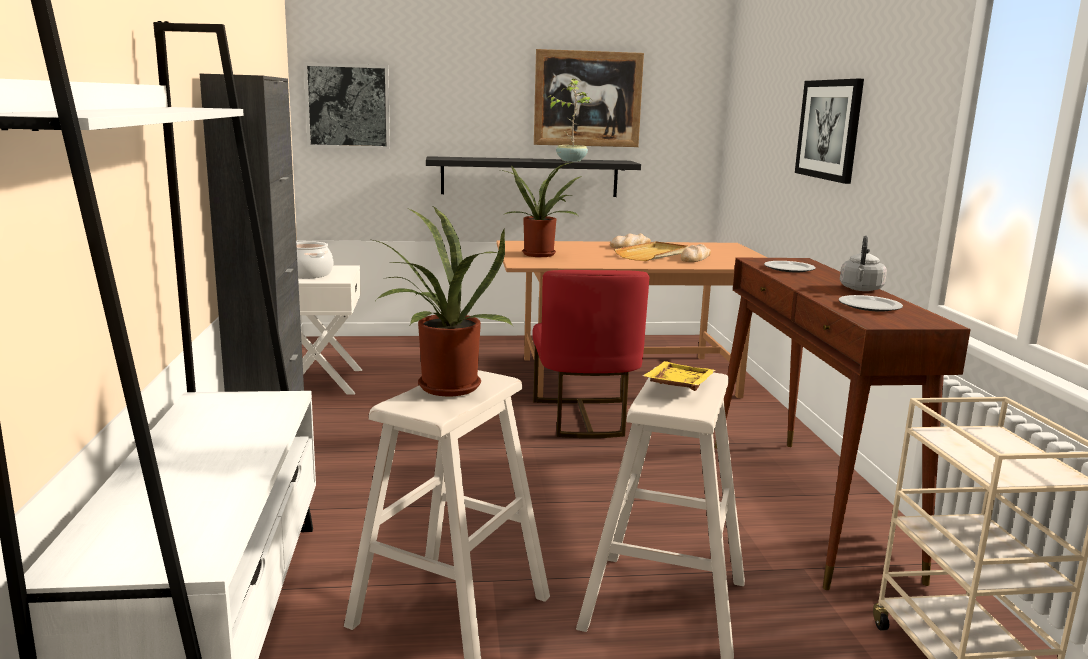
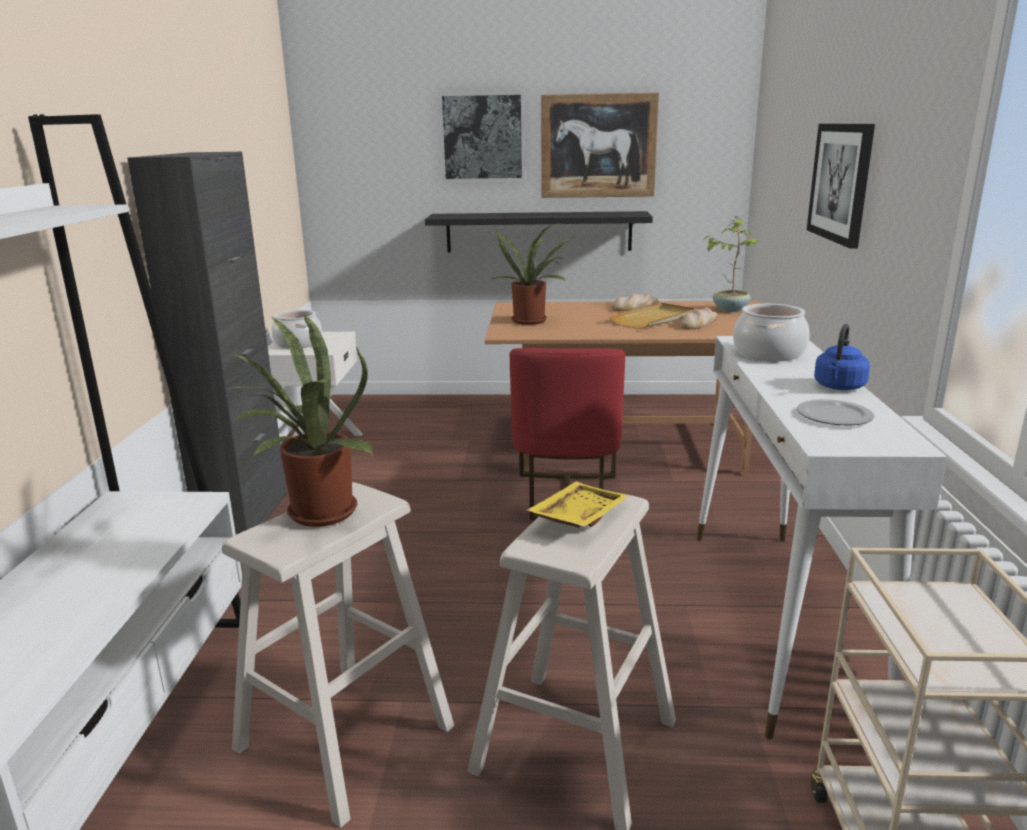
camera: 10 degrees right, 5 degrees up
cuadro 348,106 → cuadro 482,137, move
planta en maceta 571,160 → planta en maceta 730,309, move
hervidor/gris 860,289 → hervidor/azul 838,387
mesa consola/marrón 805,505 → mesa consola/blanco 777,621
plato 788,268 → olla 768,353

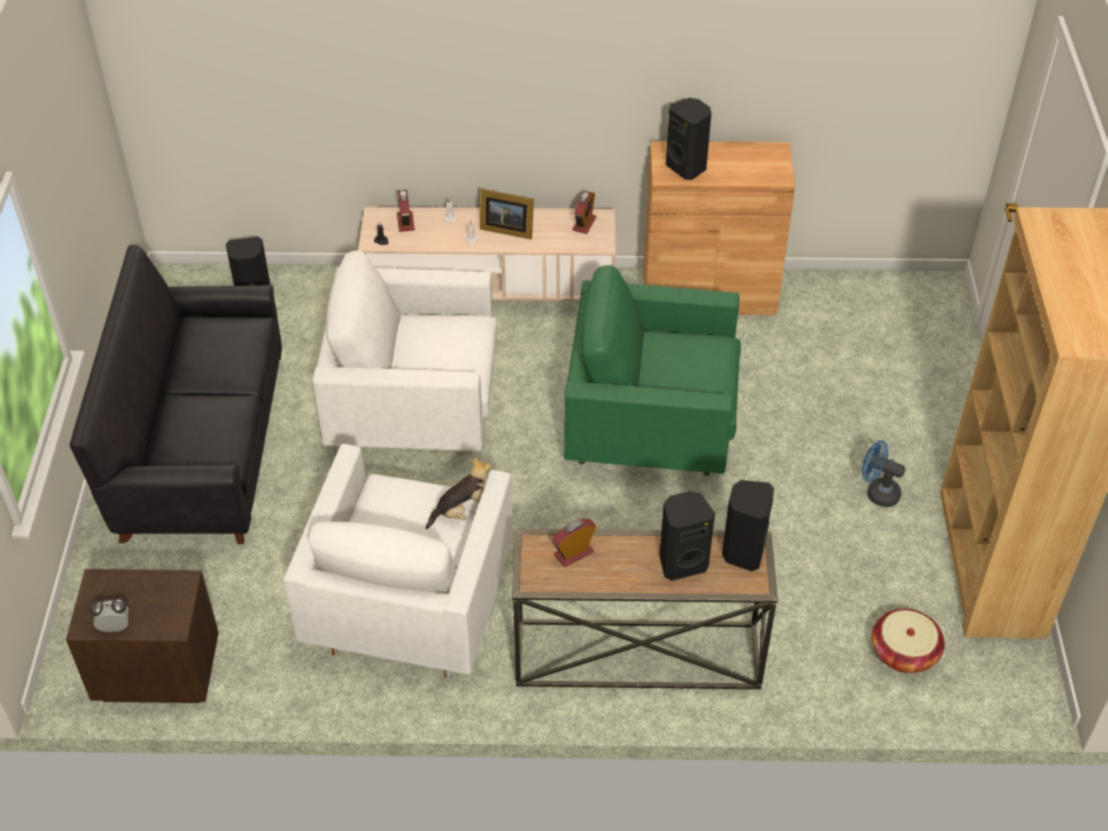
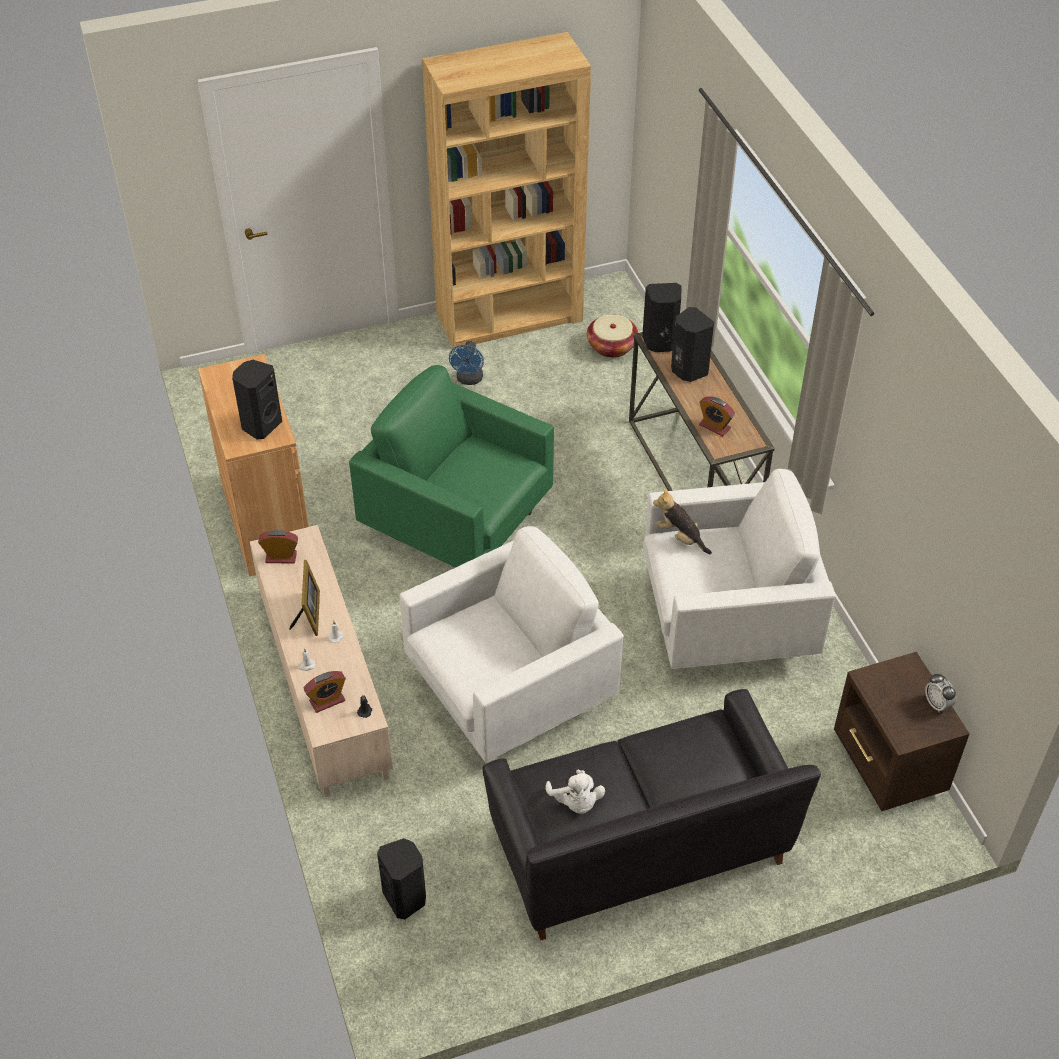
camera: 110 degrees left, 0 degrees up
sillón/blanco 415,409 → sillón/blanco 510,692, 105 degrees counterclockwise
sillón/verde 650,427 → sillón/verde 458,522, 135 degrees clockwise
- → peluche/blanco 576,802

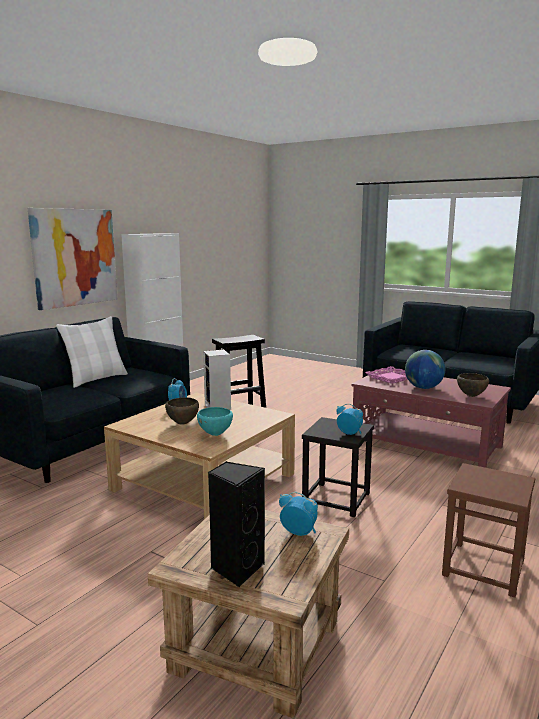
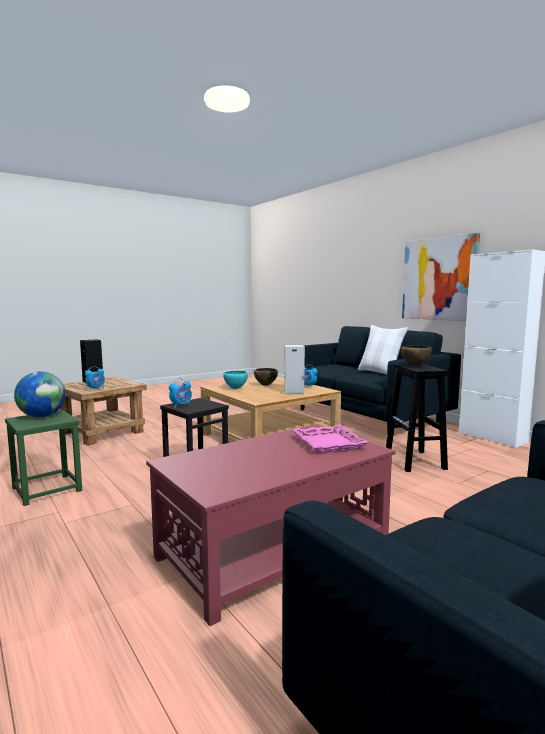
camera: 110 degrees right, 5 degrees down
globo terráqueo 423,388 → globo terráqueo 42,416, move
cuenco/marrón 471,396 → cuenco/marrón 415,366, move
taburete/marrón 483,568 → taburete/verde 47,489

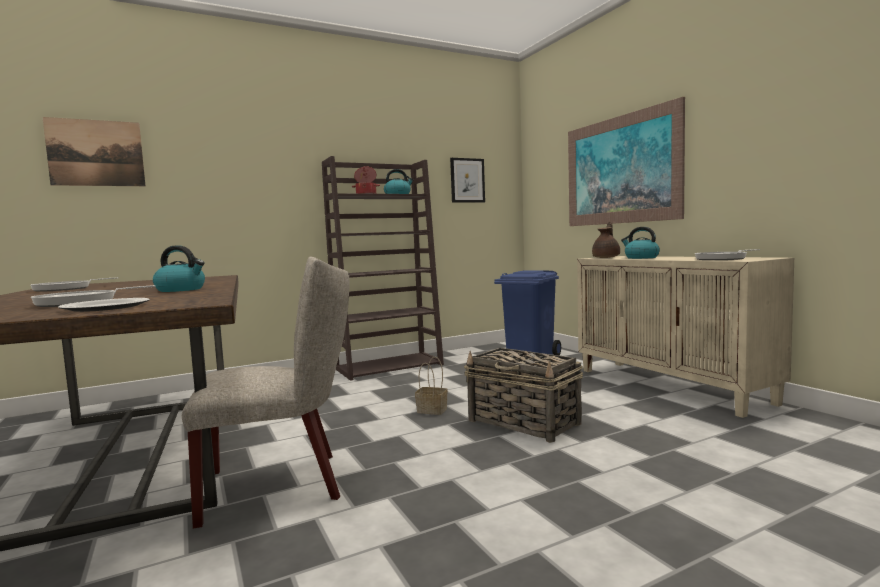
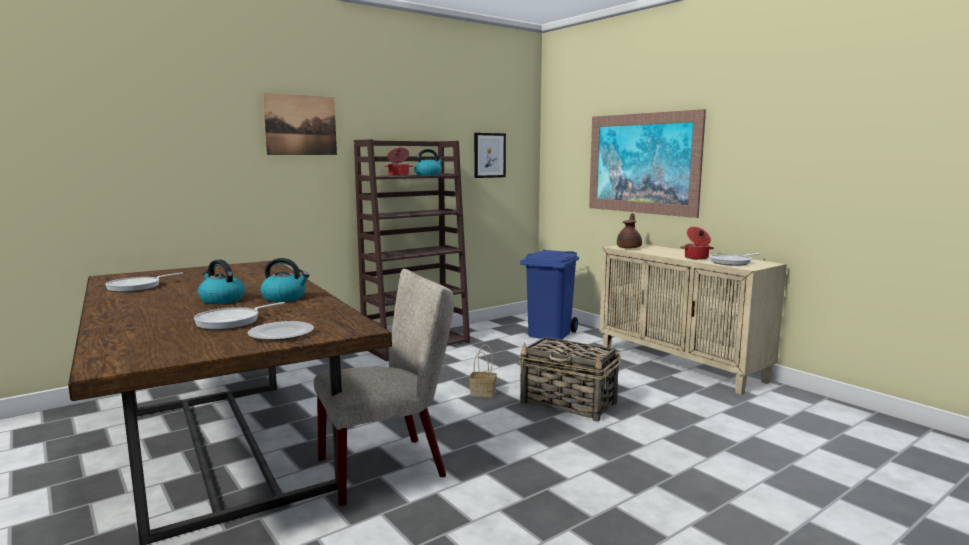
camera: 10 degrees left, 5 degrees up
cuadro 96,153 → cuadro 301,125, move
hervidor 641,258 → hervidor 221,300, move
- → olla 696,258

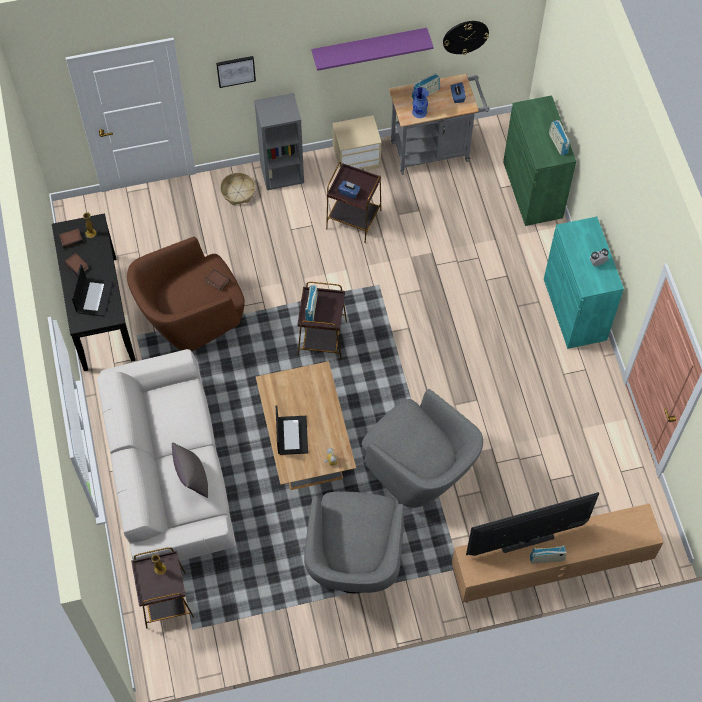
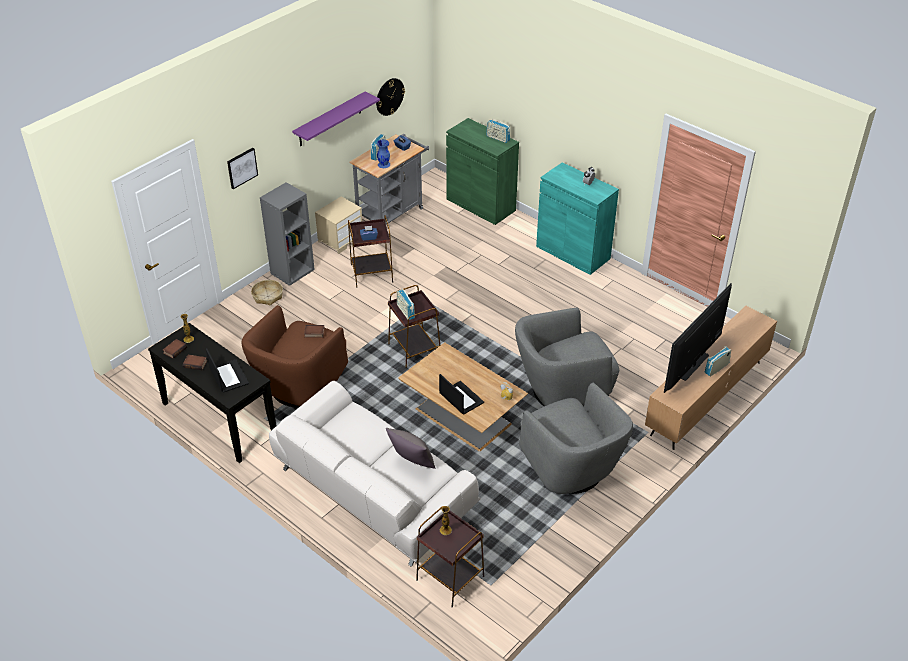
camera: 35 degrees left, 20 degrees down
sillón/gris 419,471 → sillón/gris 562,391, 150 degrees clockwise

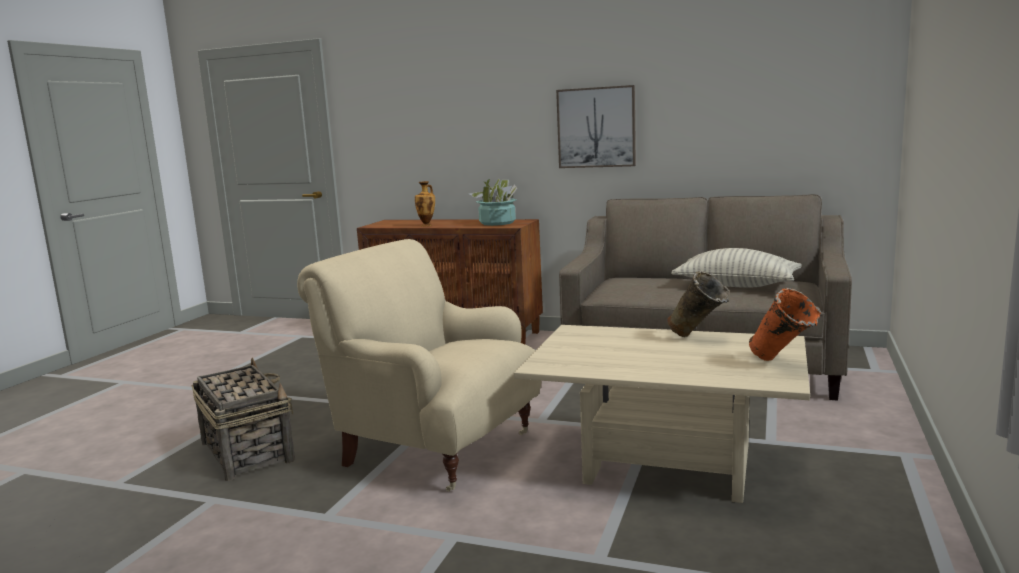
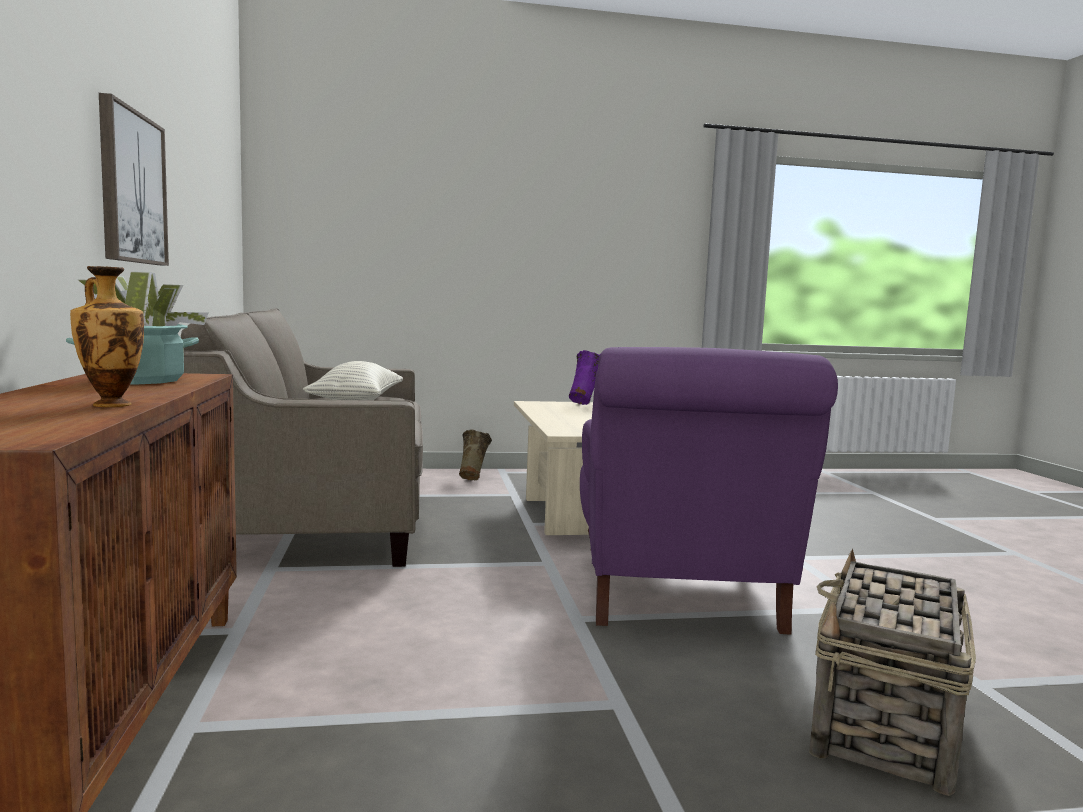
camera: 120 degrees left, 5 degrees down
sillón/beis 435,448 → sillón/morado 679,596
florero/beis 698,338 → florero/beis 473,478, move
florero/naranja 783,363 → florero/morado 585,403

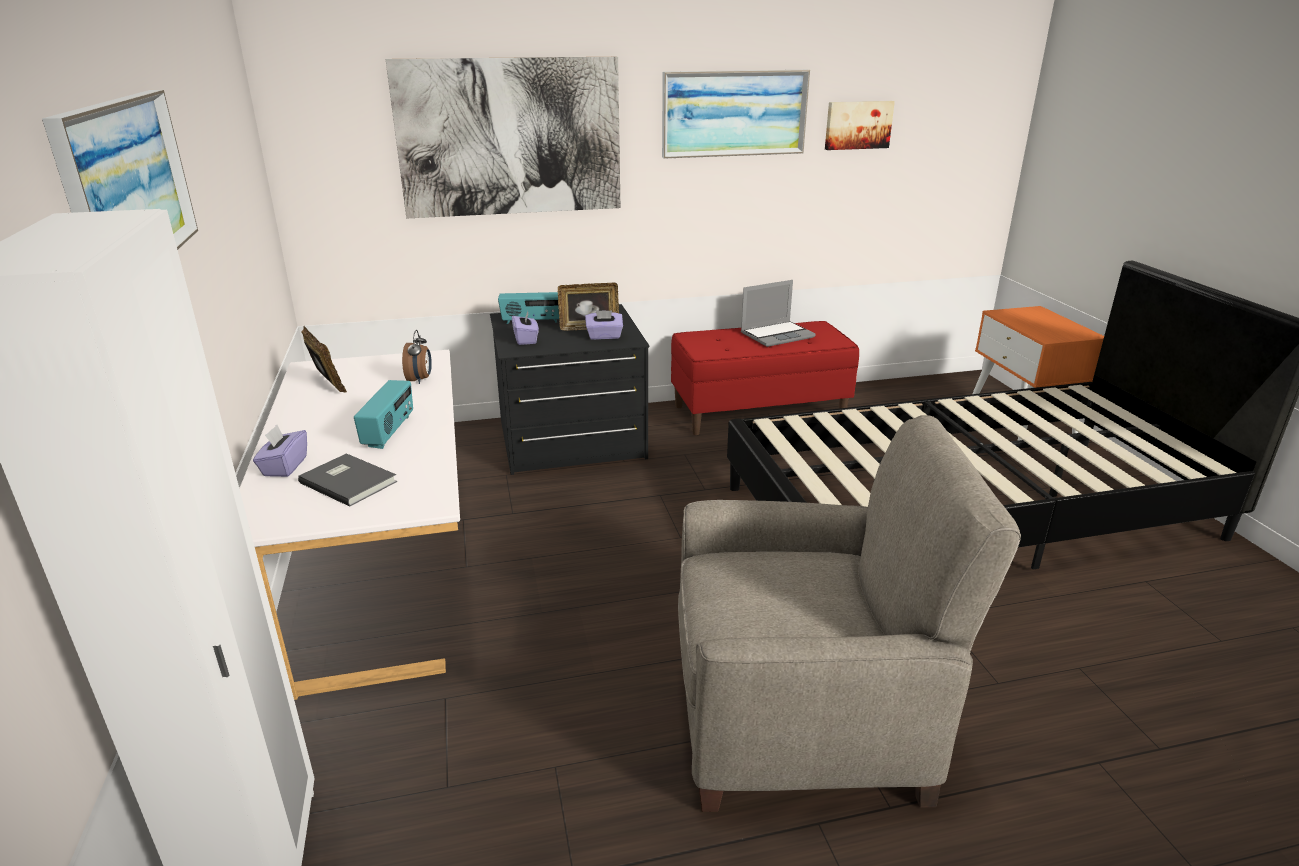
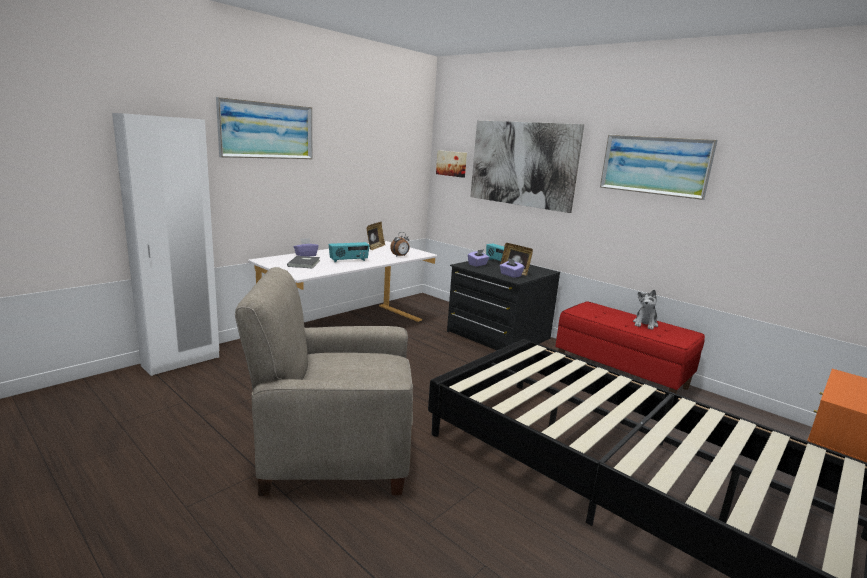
camera: 55 degrees right, 10 degrees down
cuadro 857,125 → cuadro 452,163, move
portátil 777,335 → peluche 645,324
sillón/beis 801,717 → sillón/beis 335,451, 120 degrees clockwise

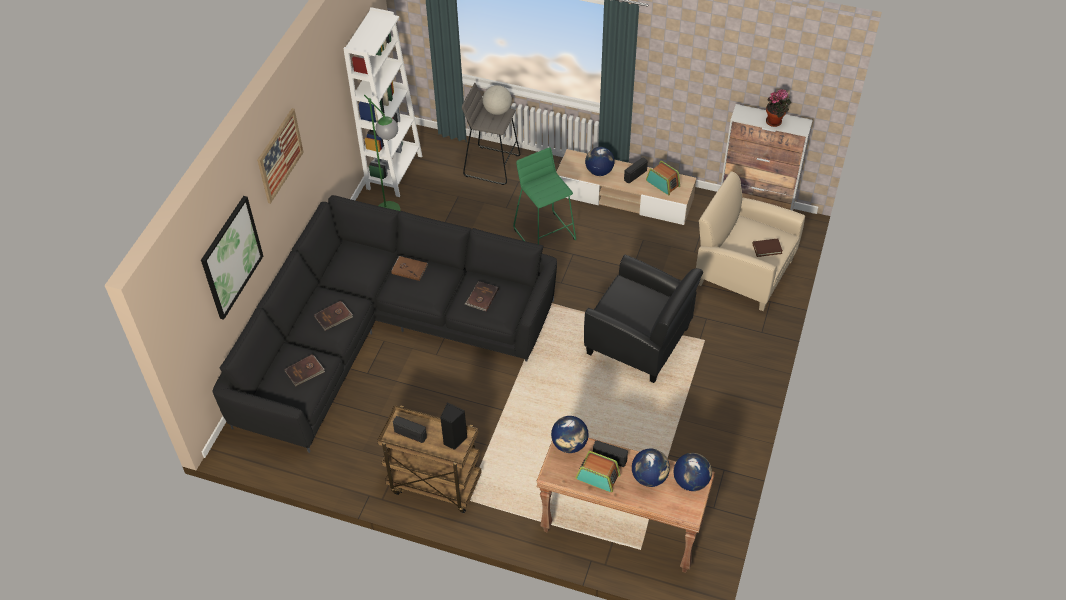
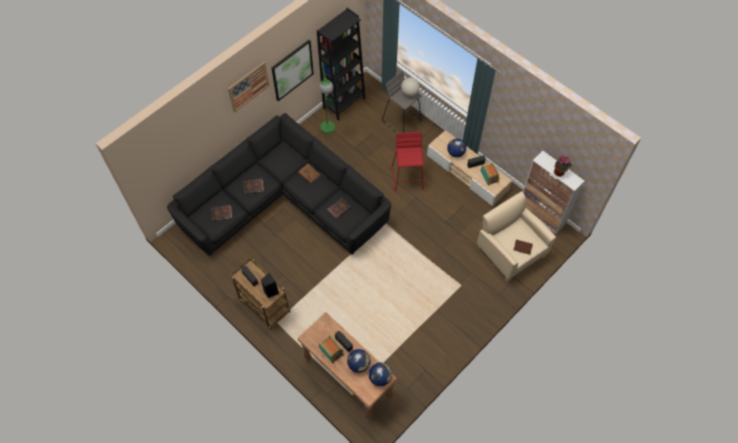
camera: 25 degrees right, 10 degrees up
estantería/blanco 394,172 → estantería/negro 344,103
taburete/verde 545,234 → taburete/rojo 408,178
cuadro 231,257 → cuadro 292,70, move
sillón/negro 639,341 → -
globo terráqueo 569,444 → -

